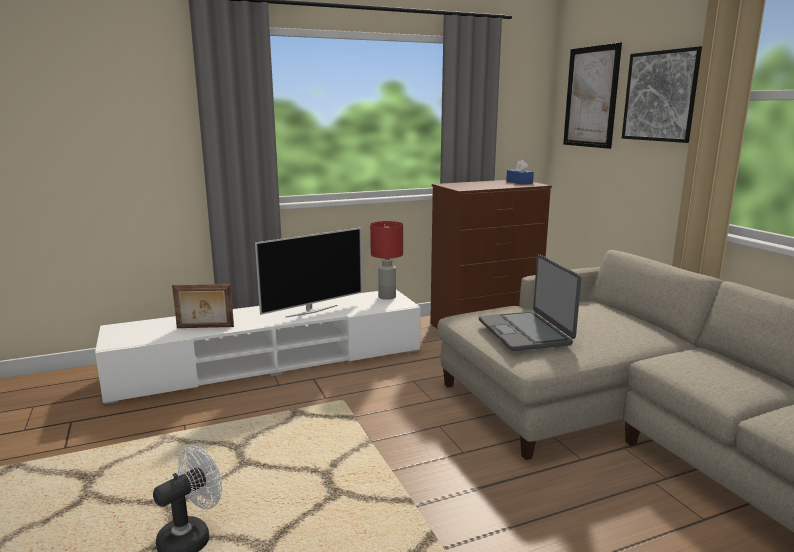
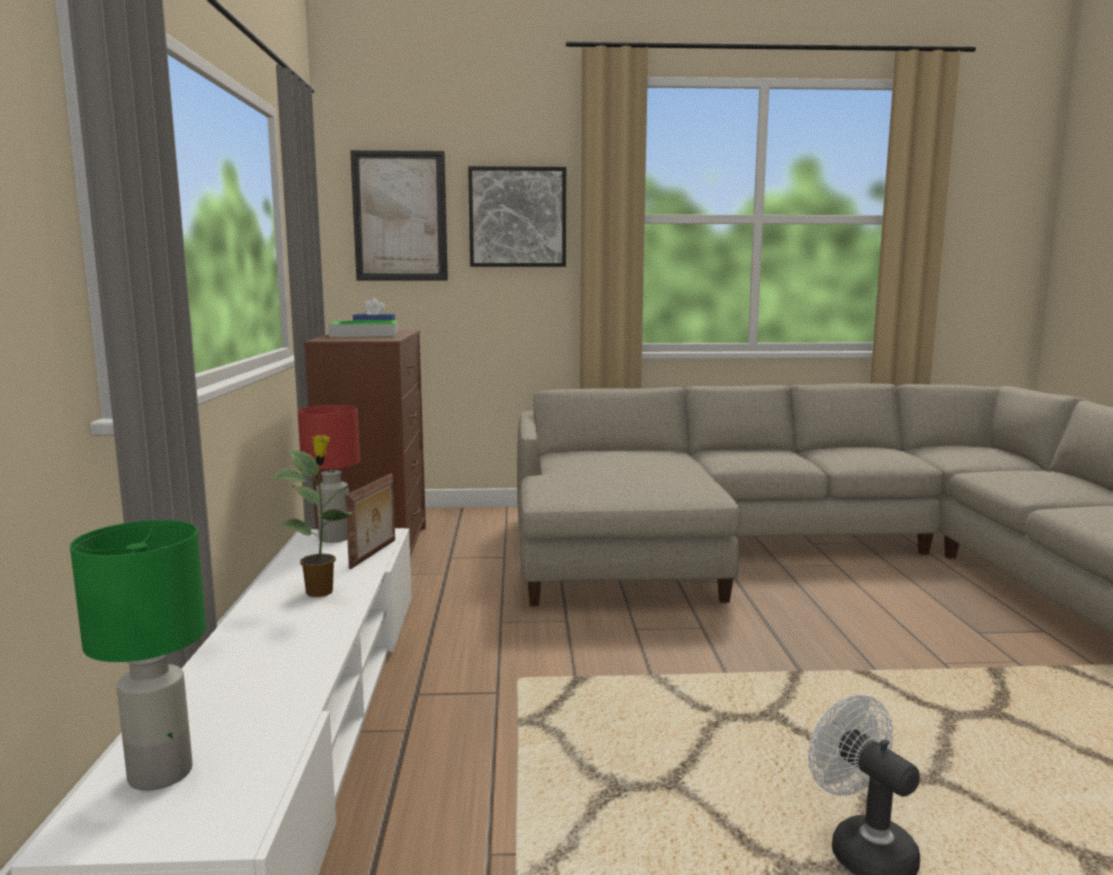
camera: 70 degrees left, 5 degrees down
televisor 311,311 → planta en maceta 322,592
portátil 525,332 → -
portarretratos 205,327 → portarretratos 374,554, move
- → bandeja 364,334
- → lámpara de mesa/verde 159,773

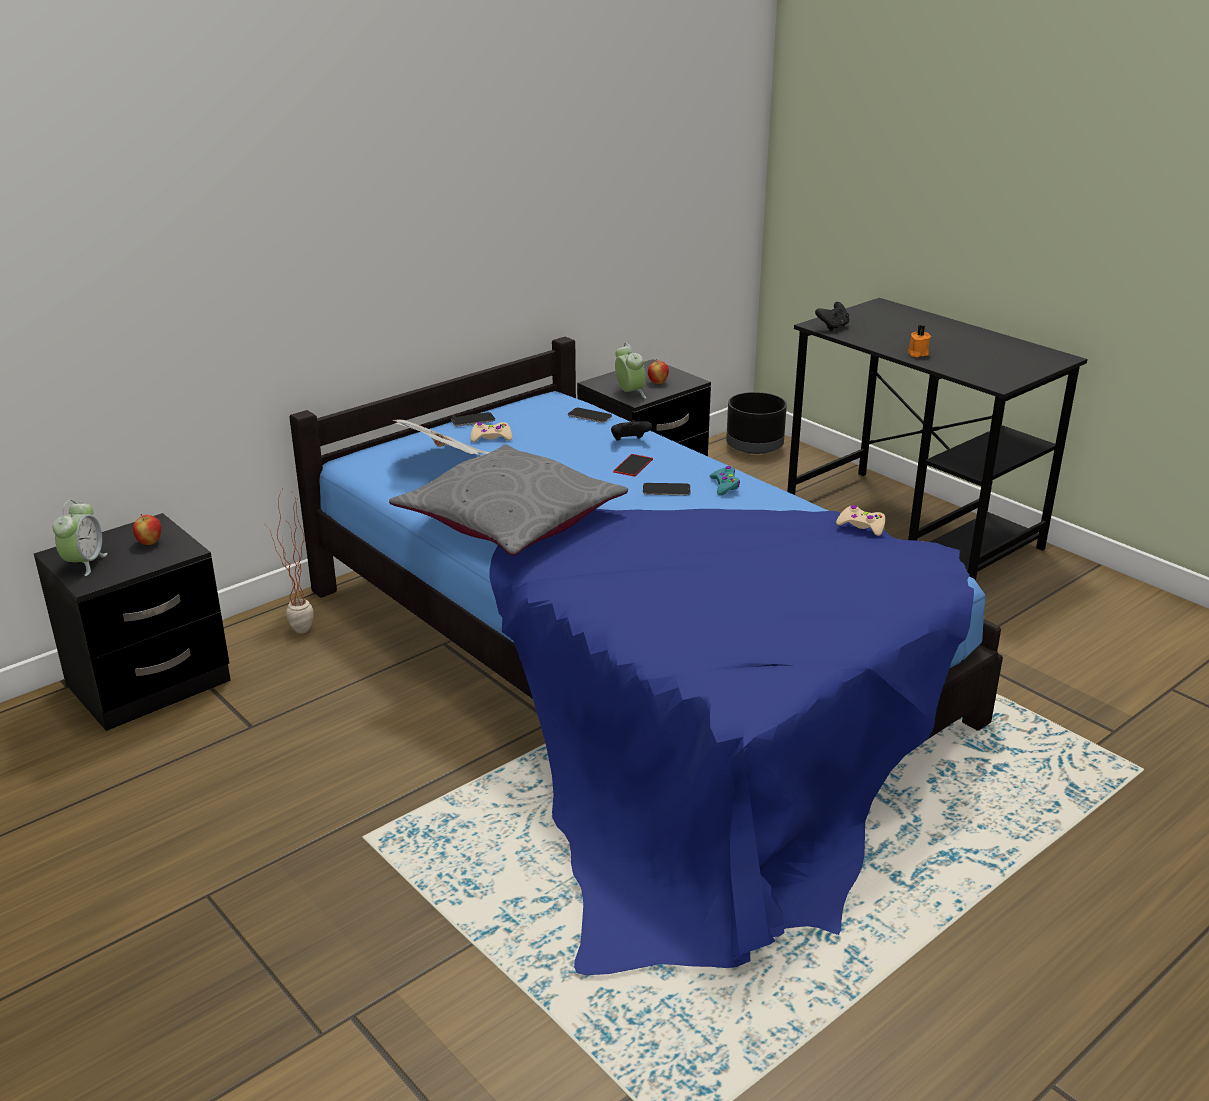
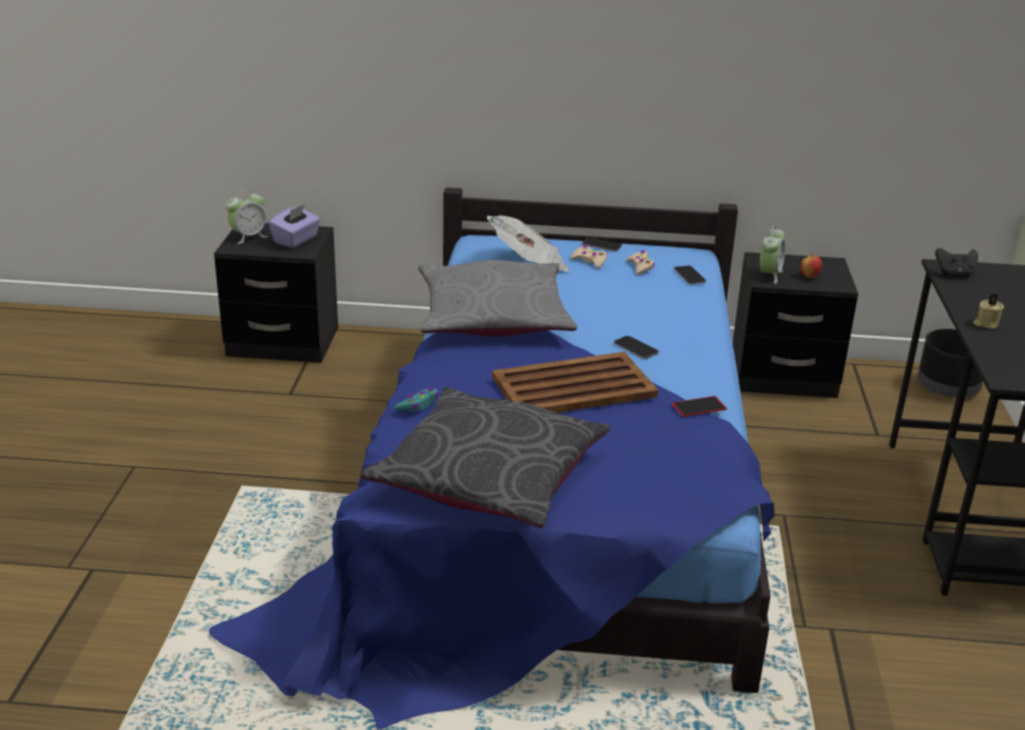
camera: 45 degrees right, 0 degrees up
vela/naranja 917,353 → vela/beis 985,323
mando de consola/negro 629,441 → -
móvil 633,465 → móvil 699,406, move
mando de consola/turquesa 725,486 → mando de consola/turquesa 418,405, move
planta en maceta 298,635 → -
mando de consola/beis 861,526 → mando de consola/beis 640,267, move
manzana 149,543 → caja de pañuelos/morado 296,240
- → bandeja/marrón 572,387
- → cojín/gris 489,475

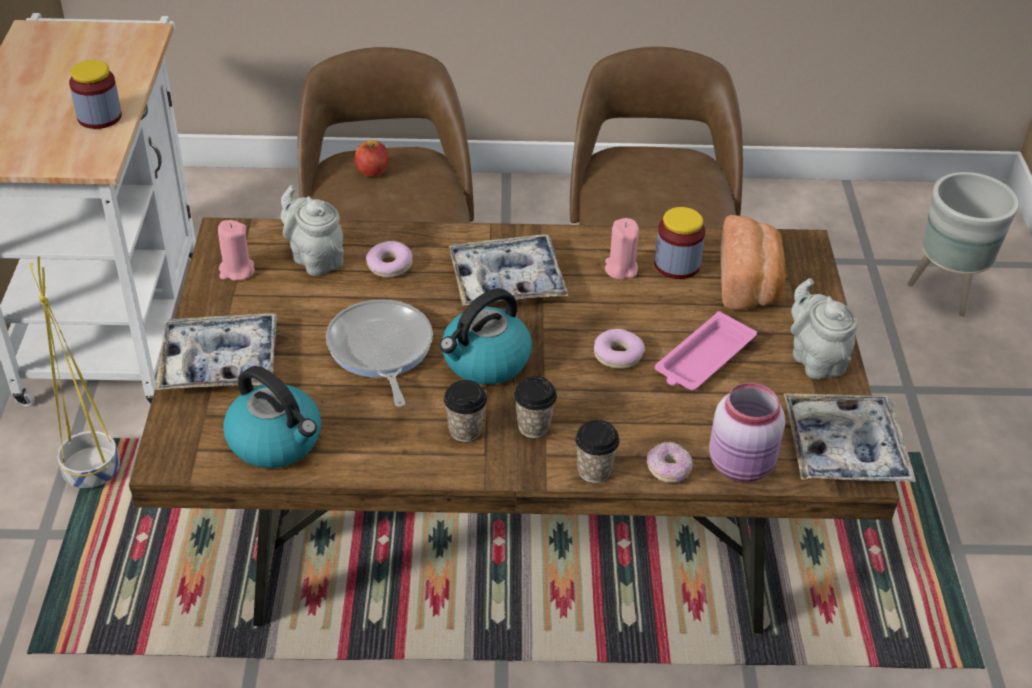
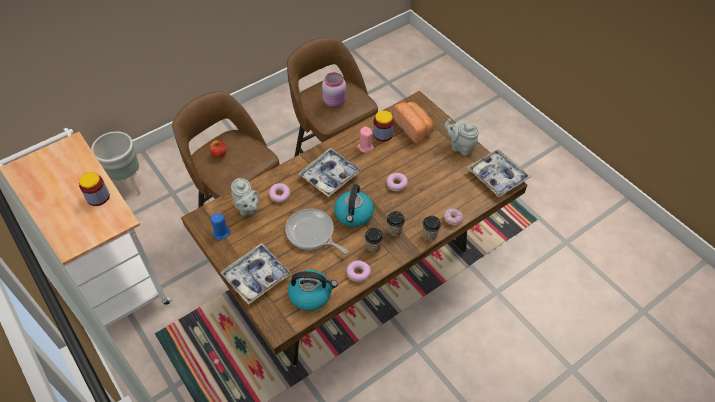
camera: 35 degrees left, 10 degrees up
maceta/gris 947,292 → maceta/gris 129,184, move
tetera/gris 315,258 → tetera/gris 247,209, 135 degrees counterclockwise
vela/rosa 236,271 → vela/azul 221,233
maceta/amarillo 92,470 → -
bandeja/rosa 703,359 → -
tarro/rosa 742,466 → tarro/rosa 335,102, move
- → rosquilla 358,273

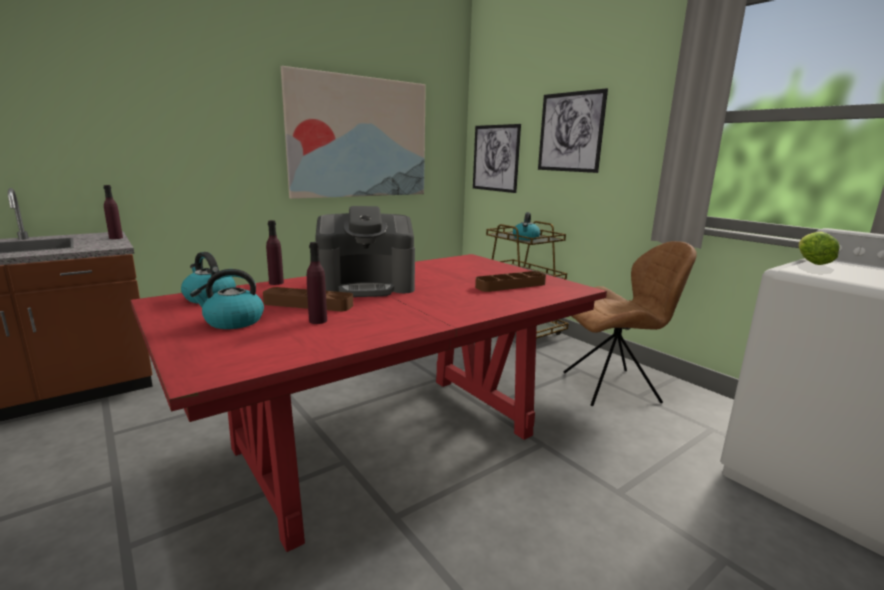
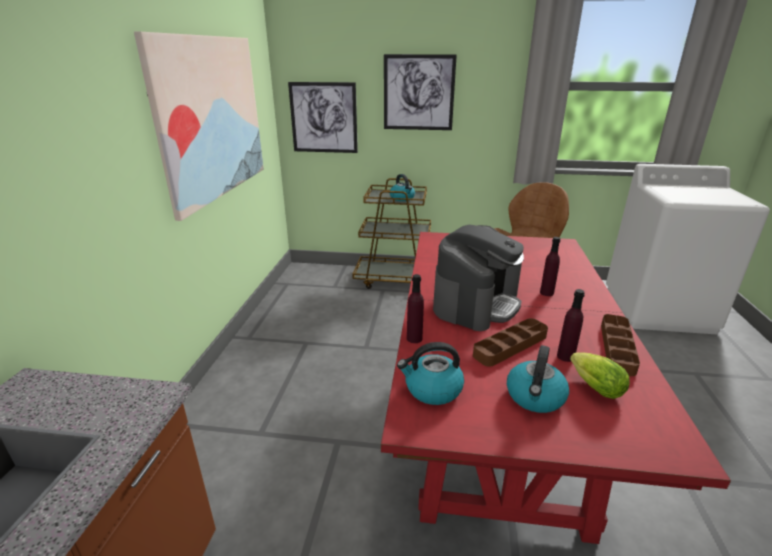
camera: 45 degrees left, 10 degrees up
botella/morado 116,238 → botella/morado 546,293, move
lechuga 810,262 → lechuga 593,386, move
bandeja/marrón 510,285 → bandeja/marrón 617,347, move

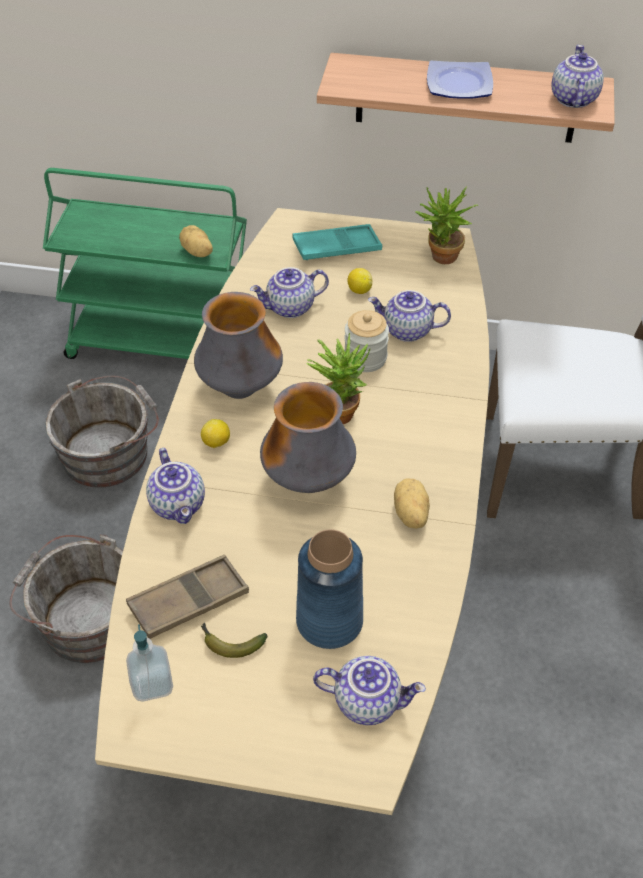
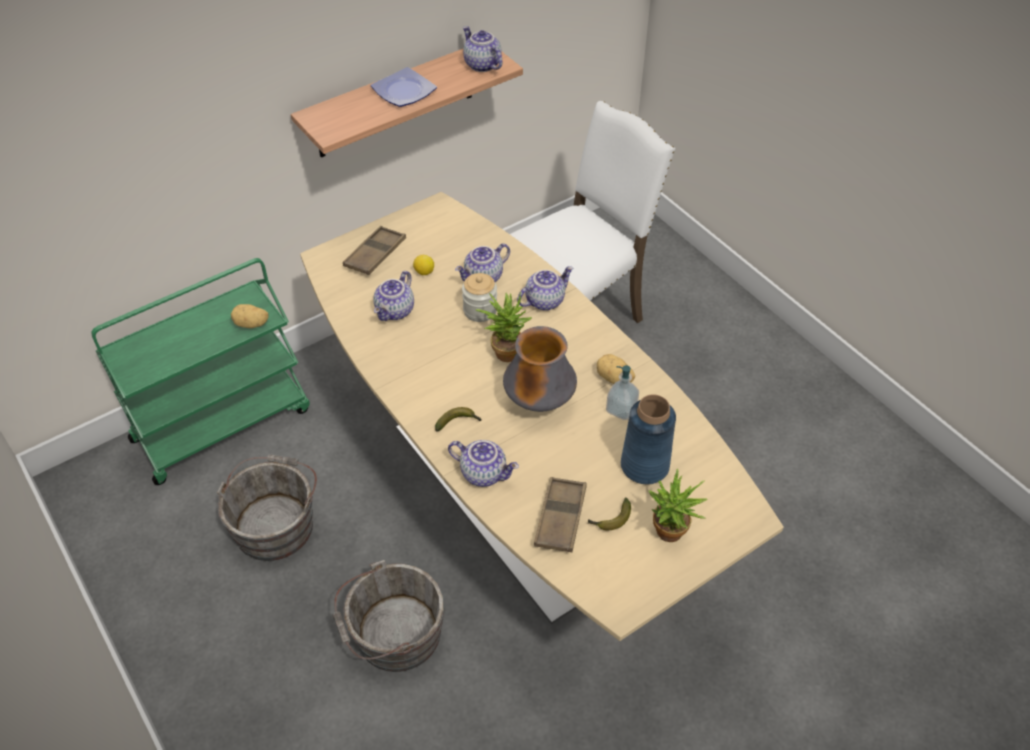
camera: 45 degrees left, 0 degrees up
planta en maceta 440,258 → planta en maceta 669,536, move
bandeja/turquesa 337,248 → bandeja/marrón 375,254
florero 240,388 → -
limón 216,443 → plátano 458,422
dispensador de jabón 152,683 → dispensador de jabón 621,409, move
tetera 368,700 → tetera 544,300, move

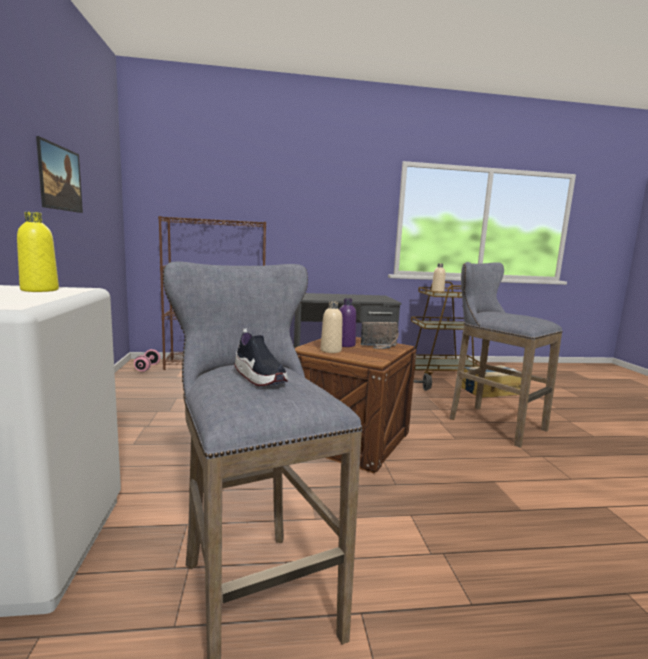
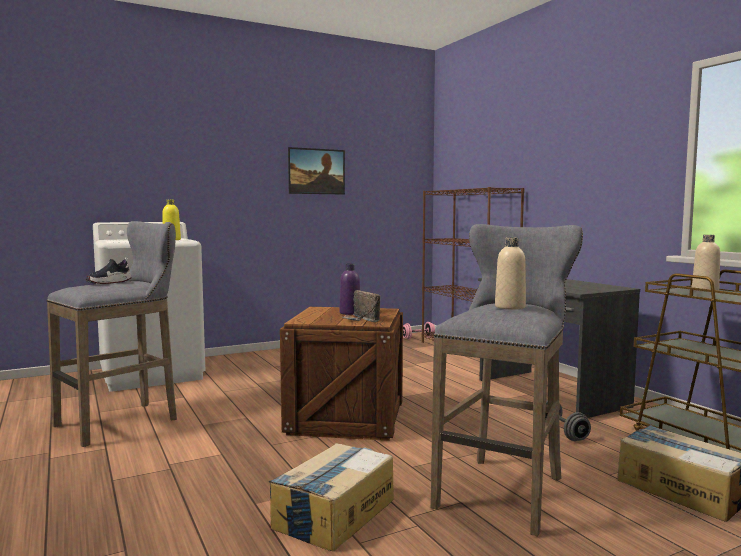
camera: 70 degrees right, 5 degrees down
botella/beis 331,350 → botella/beis 510,307, move
- → caja de cartón 334,513

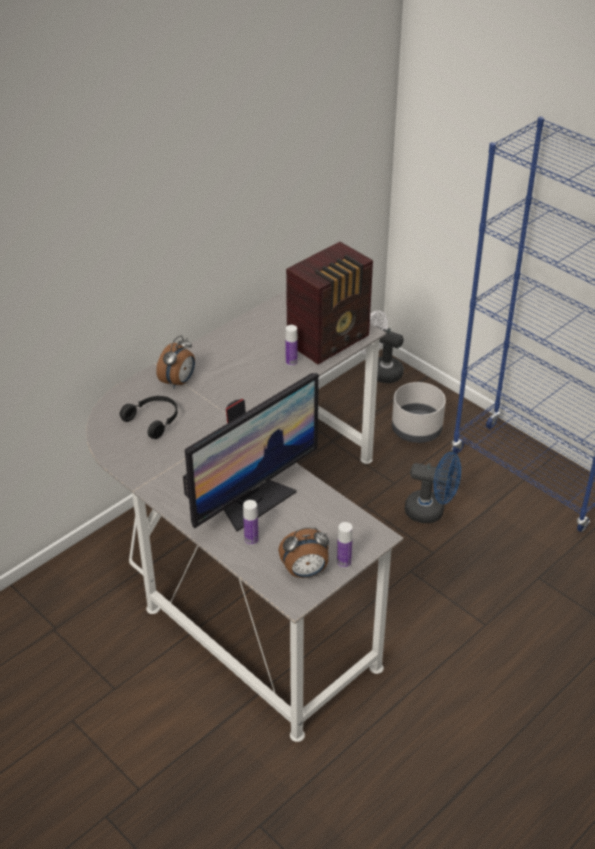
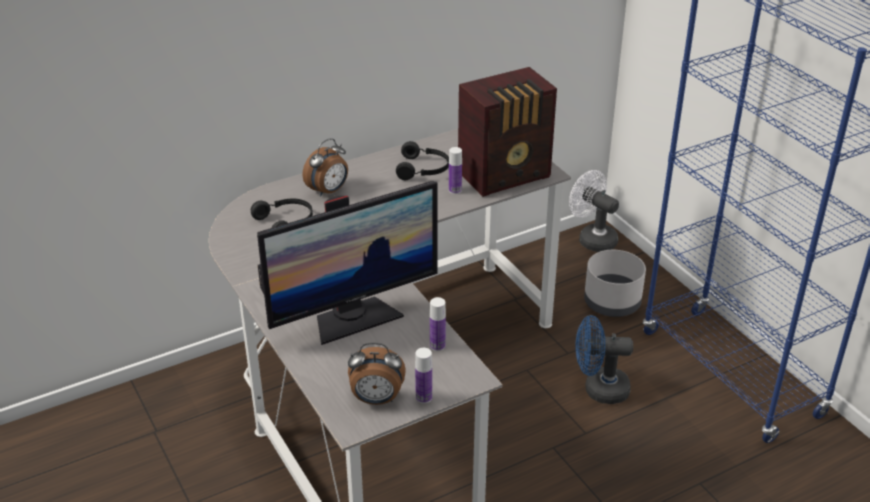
camera: 15 degrees right, 5 degrees down
ventilador/azul 431,511 → ventilador/azul 599,389, 150 degrees clockwise
botella 251,540 → botella 437,346, move
- → auriculares/negro 423,169

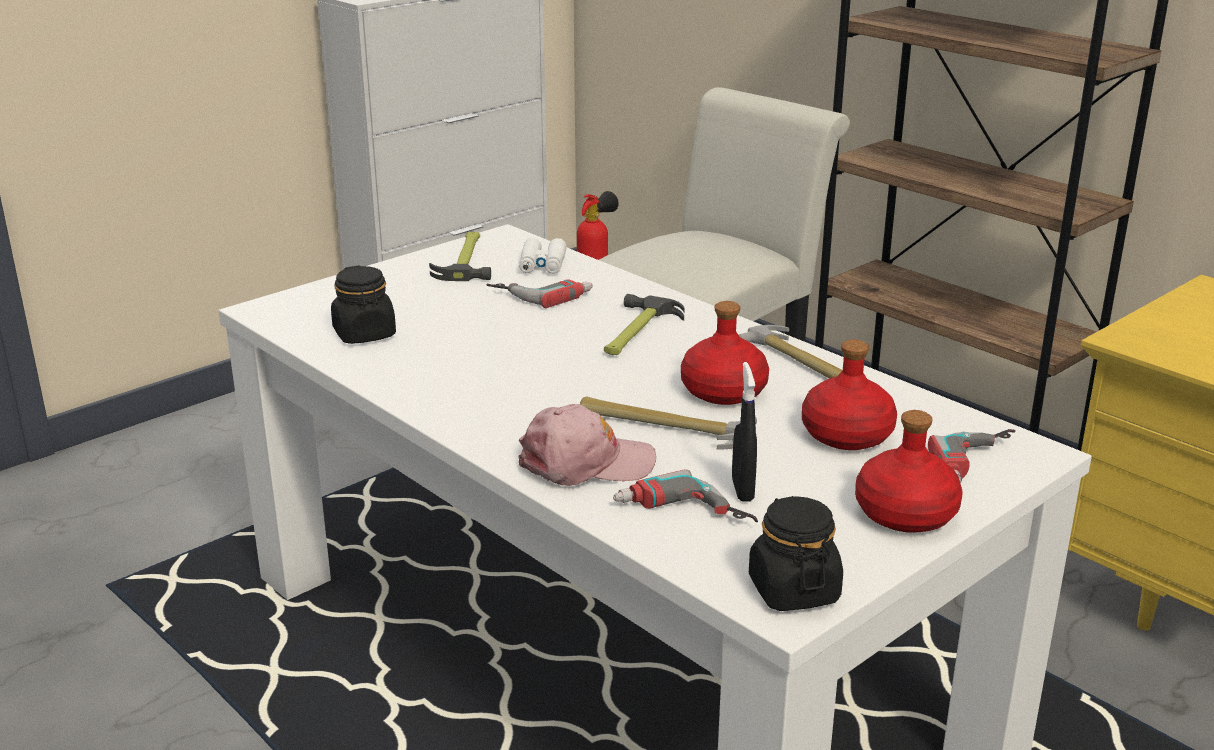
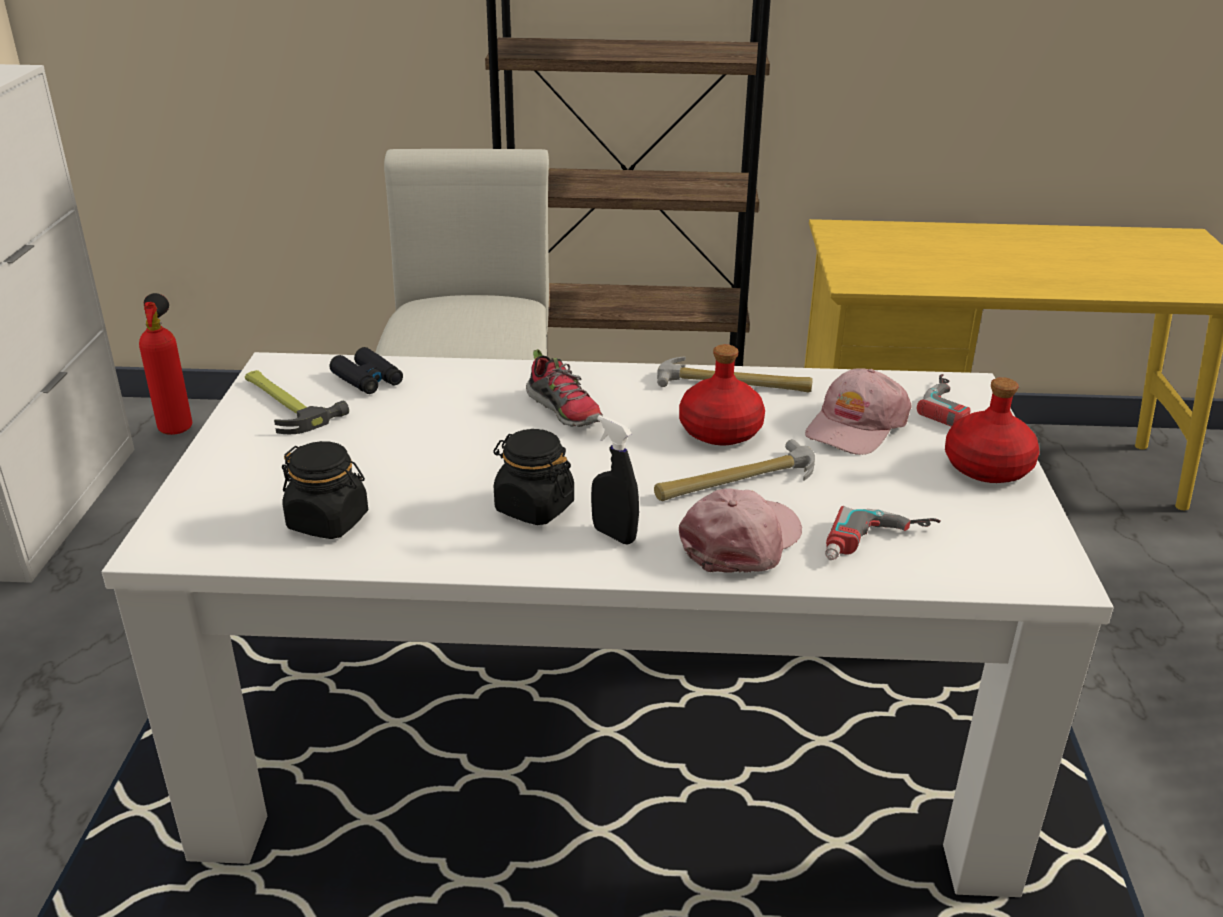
camera: 45 degrees left, 5 degrees up
prismáticos/blanco 542,264 → prismáticos/negro 368,380
taladro 541,293 → -
martillo 635,332 → zapato 565,410
botella/rojo 848,435 → gorra/rosa 855,426
pulverizador/negro 742,490 → pulverizador/negro 614,535, move
tarro/negro 793,590 → tarro/negro 534,507, move

